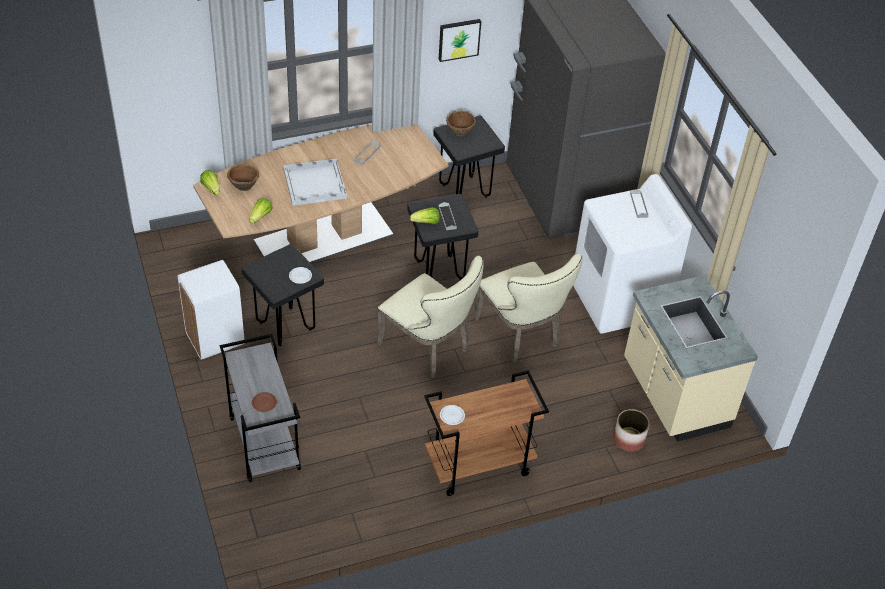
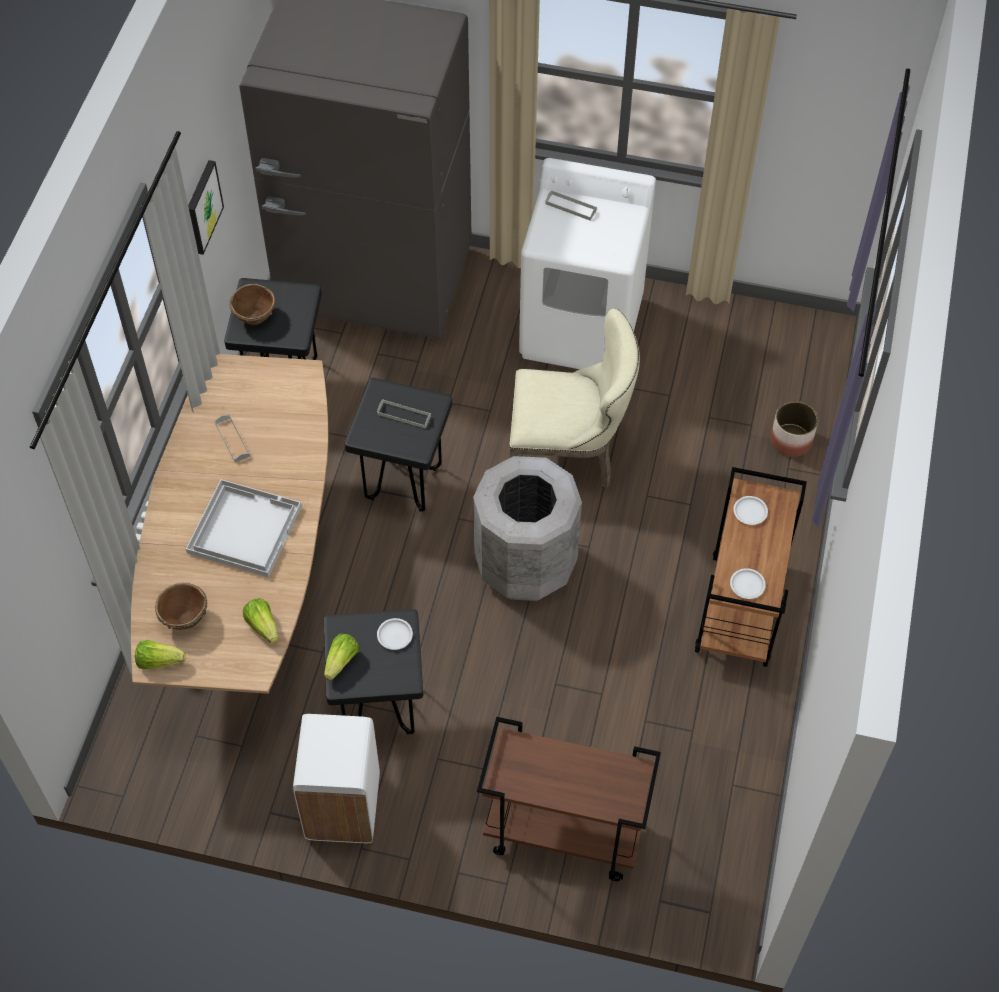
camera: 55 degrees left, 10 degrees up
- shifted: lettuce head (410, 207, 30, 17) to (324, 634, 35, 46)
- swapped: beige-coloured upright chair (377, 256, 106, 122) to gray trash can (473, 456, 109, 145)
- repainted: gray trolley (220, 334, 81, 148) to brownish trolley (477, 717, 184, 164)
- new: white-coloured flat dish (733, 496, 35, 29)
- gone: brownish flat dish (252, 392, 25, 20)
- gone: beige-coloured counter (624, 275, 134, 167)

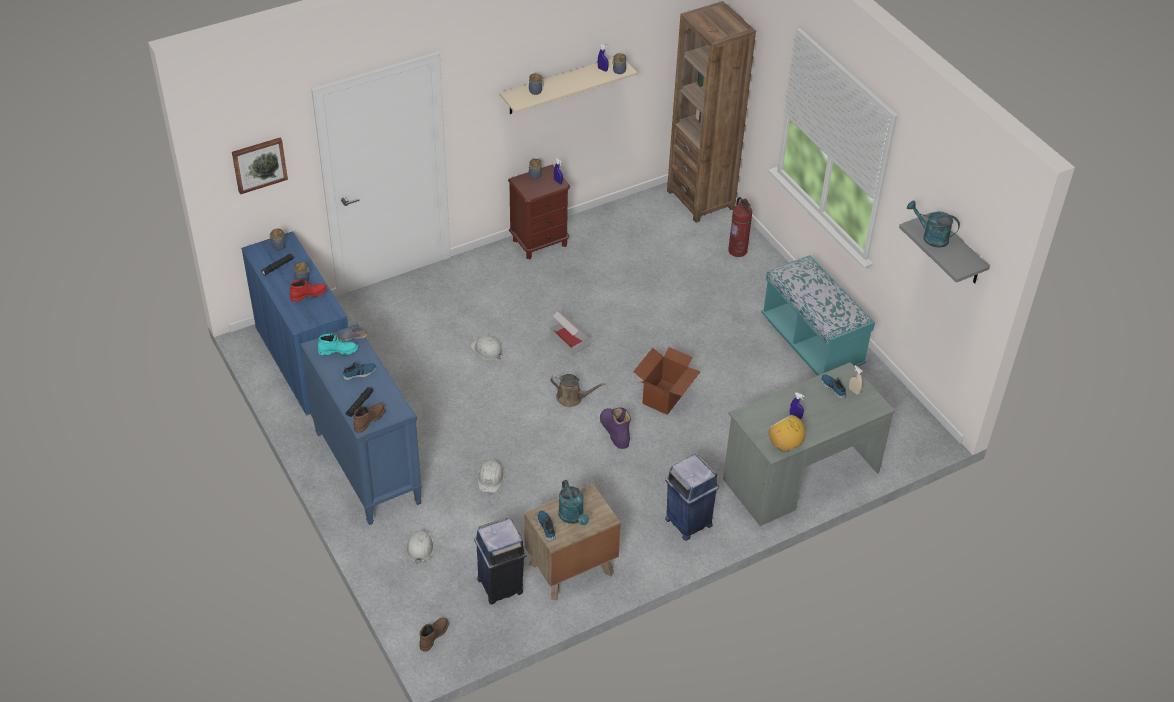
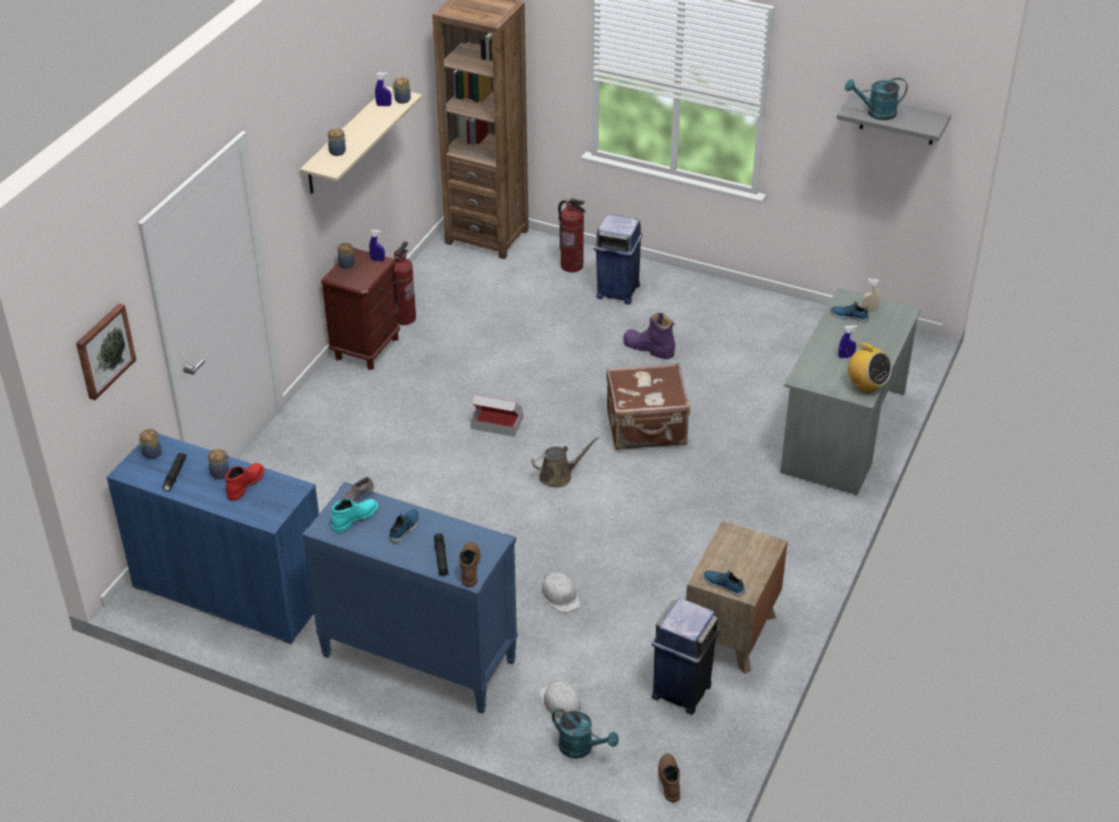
camera: 35 degrees left, 5 degrees down
- new: fire-fighting cylinder (392, 241, 24, 84)
- shifted: blue-green sprinkling can (559, 480, 30, 45) to (552, 708, 67, 51)
- shifted: blue-coloured trash can (665, 454, 54, 87) to (594, 214, 49, 90)
- swapped: carton (633, 347, 68, 68) to brownish piece of luggage (606, 363, 84, 87)
- shifted: purplish high-top boot (600, 408, 31, 41) to (623, 313, 52, 46)
- rotated: radio set (769, 415, 41, 37) = (846, 343, 46, 50) 150 degrees counterclockwise
- gone: white-coloured hard hat (470, 336, 33, 25)
- gone: blue-green indoor bench (761, 255, 114, 121)

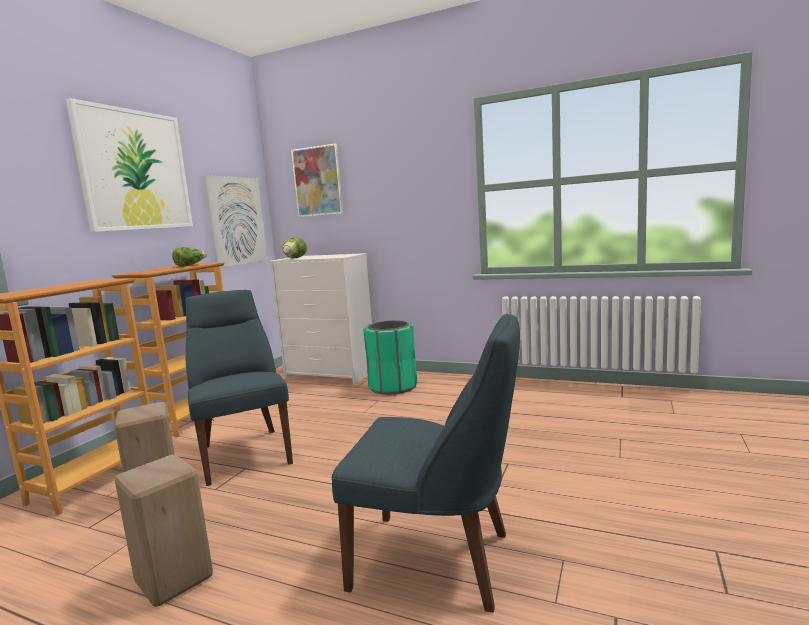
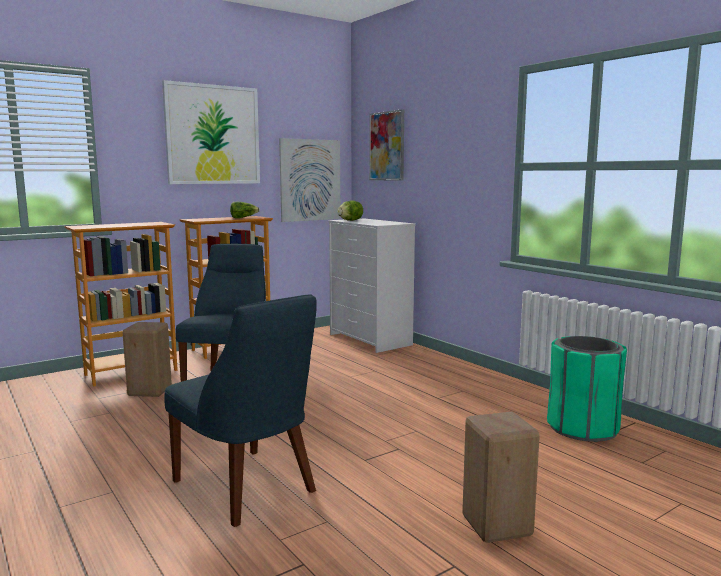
camera: 30 degrees right, 0 degrees up
- shifted: beige-coloured stool (115, 455, 98, 152) to (462, 412, 78, 131)
- shifted: green-coloured trash can (363, 320, 54, 75) to (547, 336, 80, 106)

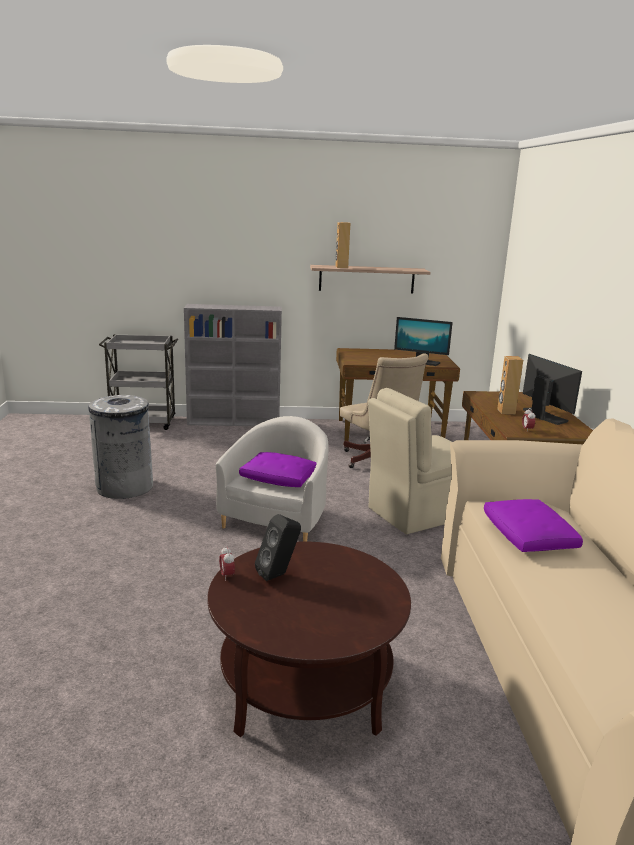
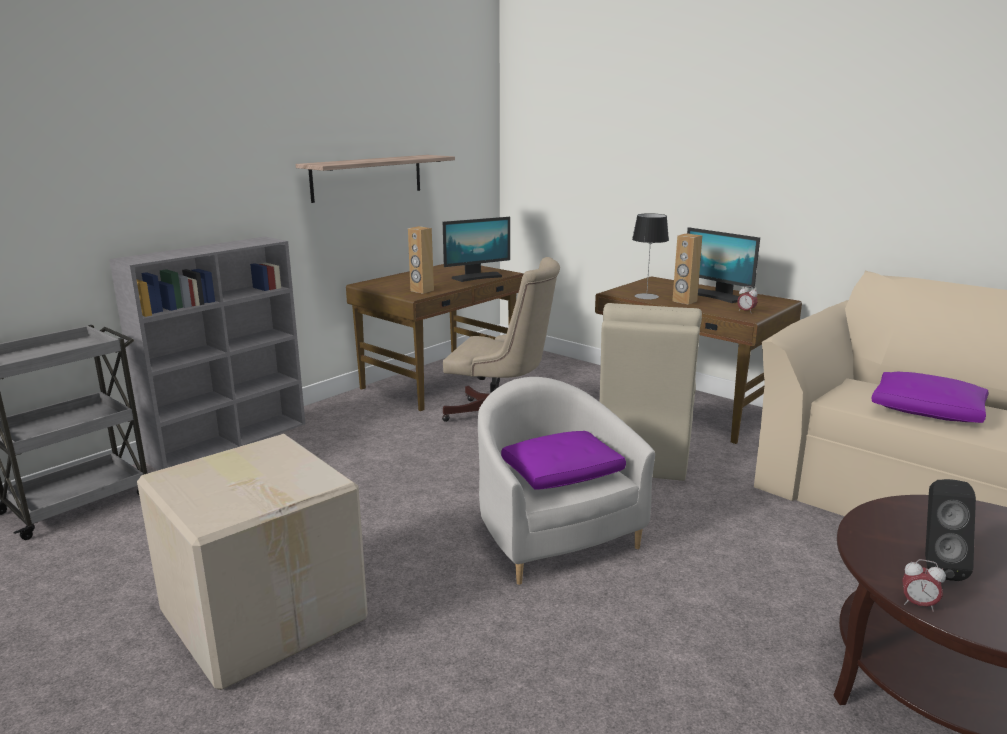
camera: 45 degrees left, 0 degrees up
- swapped: gray trash can (88, 395, 65, 104) to carton (137, 434, 231, 256)
- shifted: brownish audio speaker (335, 222, 15, 46) to (408, 226, 26, 68)
- new: lamp for a table (632, 213, 37, 87)
- rotated: monitor (523, 354, 59, 71) = (687, 227, 73, 76) 150 degrees counterclockwise

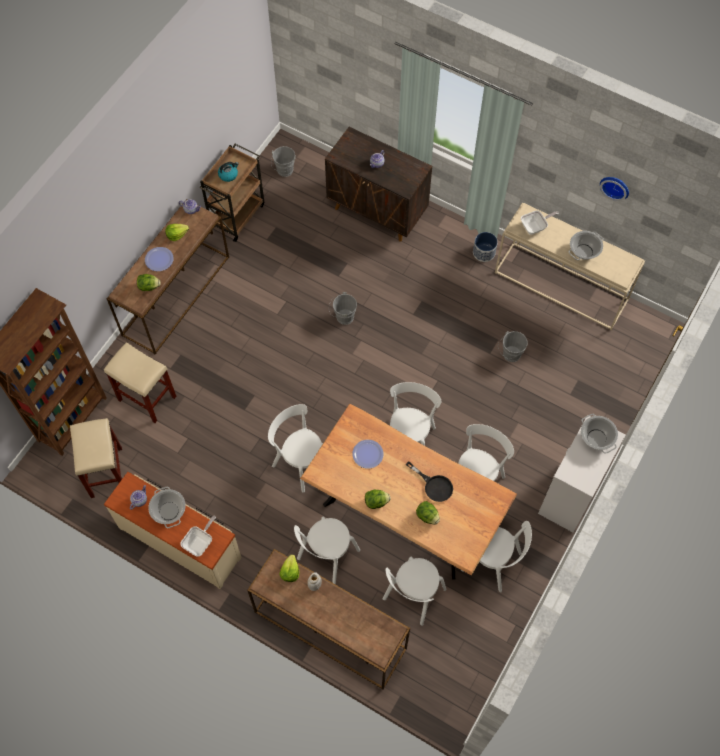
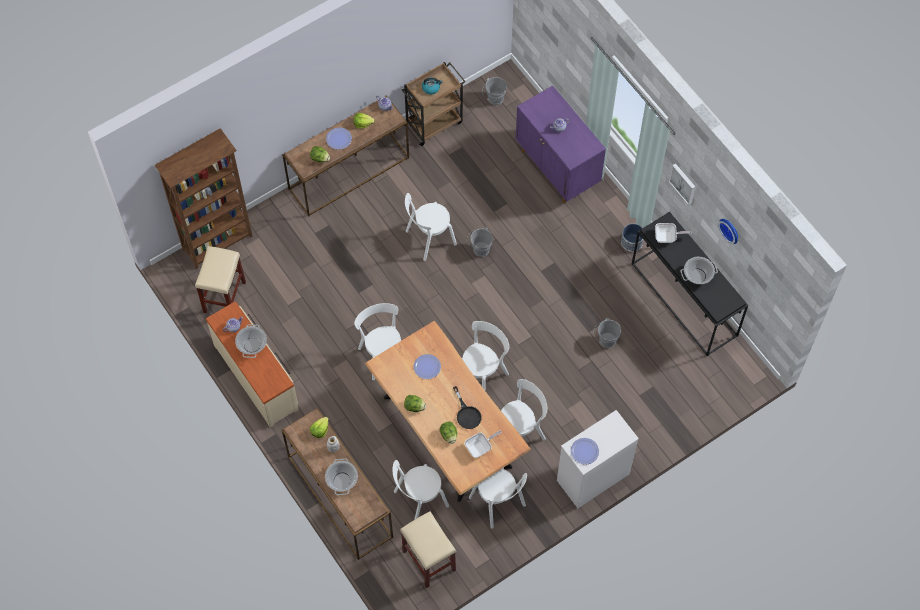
camera: 25 degrees right, 0 degrees up
- shifted: saucepot (581, 414, 37, 40) to (325, 459, 33, 36)
- shifted: beige-coloured stool (104, 342, 72, 81) to (400, 511, 56, 77)
- shifted: white-coloured upright chair (294, 517, 66, 67) to (405, 193, 52, 68)
- shifted: frying pan (181, 516, 35, 41) to (464, 431, 38, 27)
- repainted: brownish storage cabinet (325, 127, 107, 115) to purplish storage cabinet (515, 85, 91, 118)
- new: flat dish (571, 438, 28, 27)
- repainted: beige-coloured hall table (495, 203, 150, 127) to black-coloured hall table (632, 212, 116, 144)
- new: wall picture (669, 163, 27, 42)

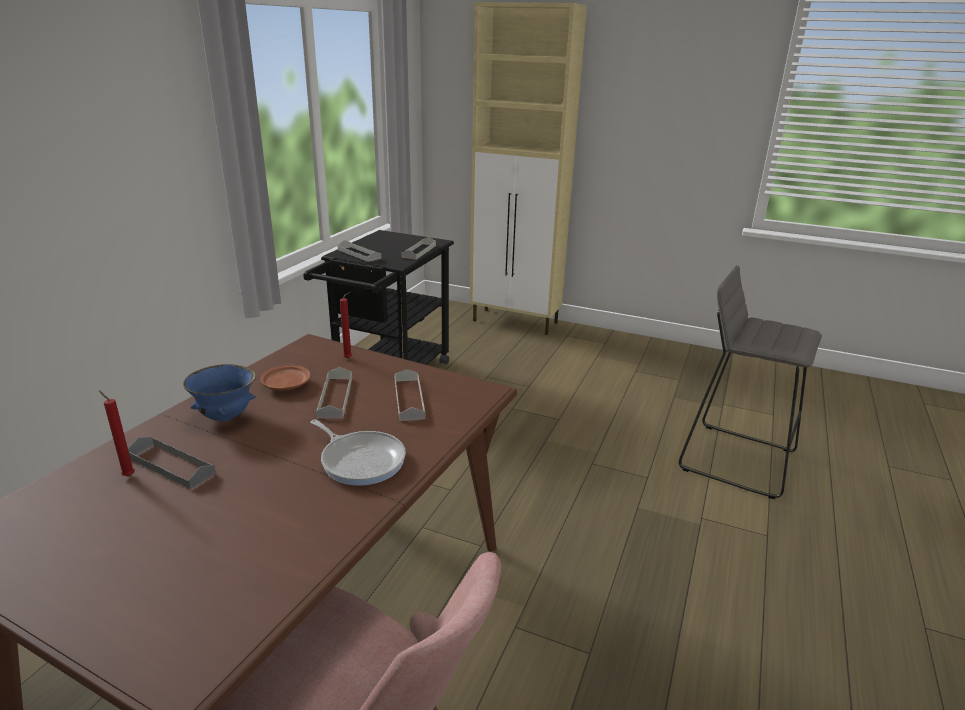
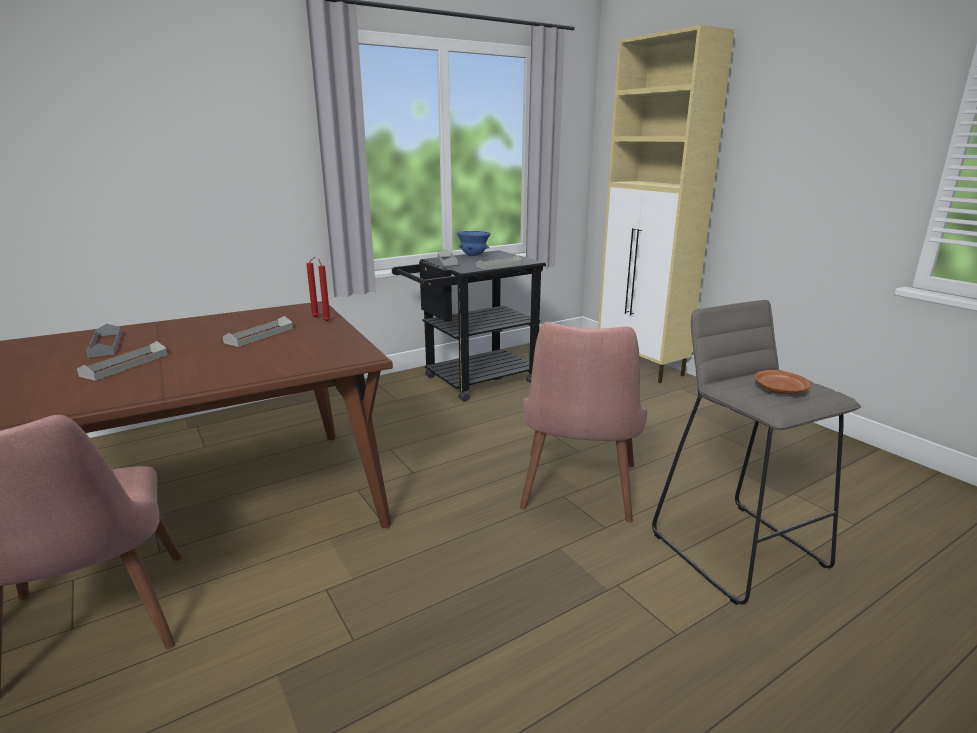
camera: 35 degrees right, 5 degrees down
- shifted: gray serving tray (394, 369, 32, 52) to (77, 341, 91, 40)
- shifted: red wax light (99, 390, 36, 87) to (318, 259, 13, 63)
- shifted: blue-coloured deep dish (183, 364, 73, 58) to (457, 231, 34, 25)
- new: pink-coloured upright chair (520, 322, 127, 200)
- shifted: brownish flat dish (260, 365, 51, 26) to (754, 370, 57, 24)
- gone: frying pan (311, 419, 95, 67)

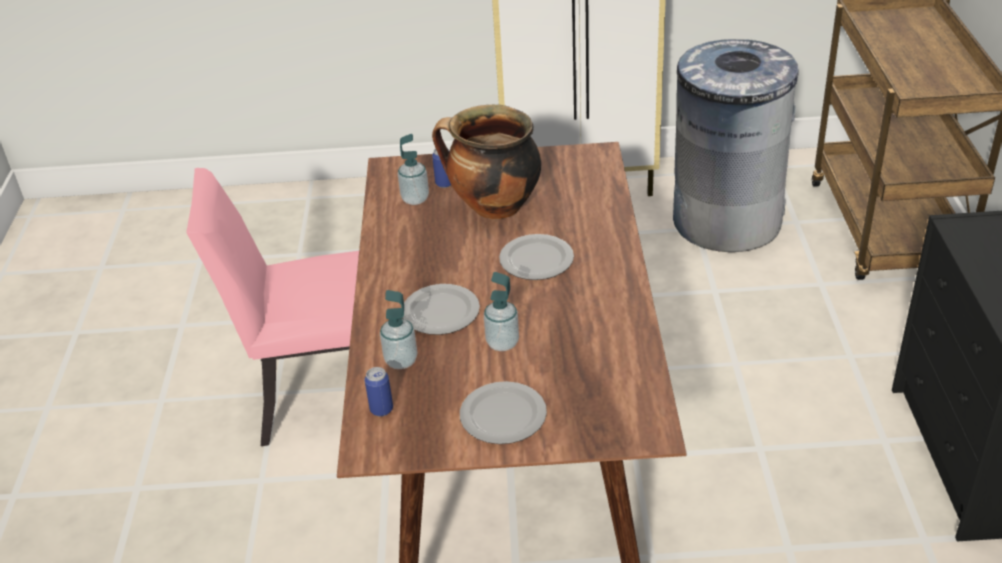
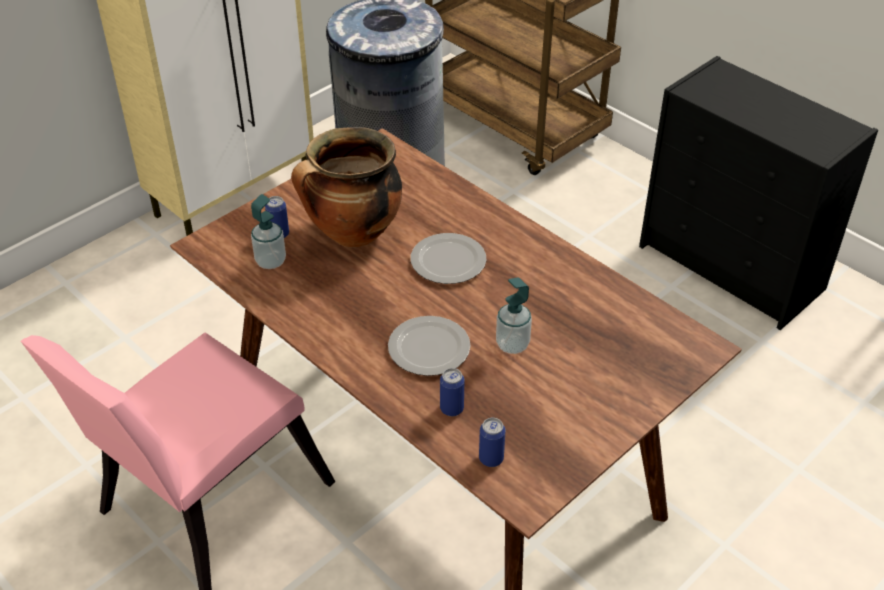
camera: 45 degrees left, 5 degrees up
- swapped: soap bottle (380, 290, 37, 79) to metal can (440, 368, 25, 48)
- gone: flat dish (460, 381, 87, 63)

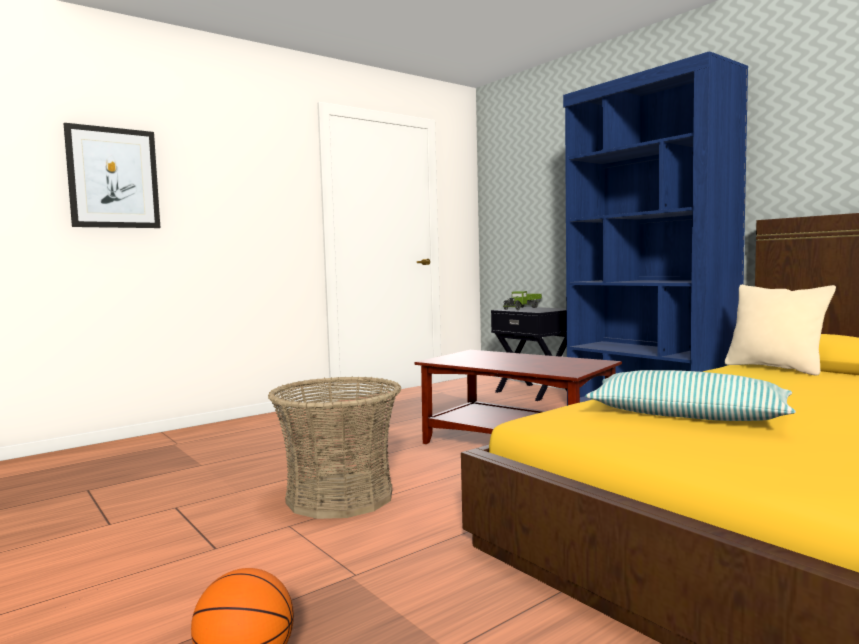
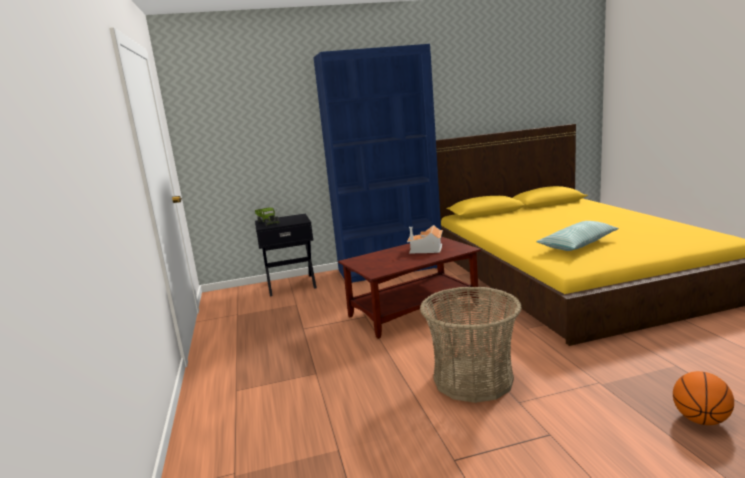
camera: 65 degrees left, 10 degrees up
- new: toy house (407, 225, 36, 28)
- gone: wall picture (64, 123, 96, 105)
- gone: beige-coloured cushion (725, 285, 111, 91)

